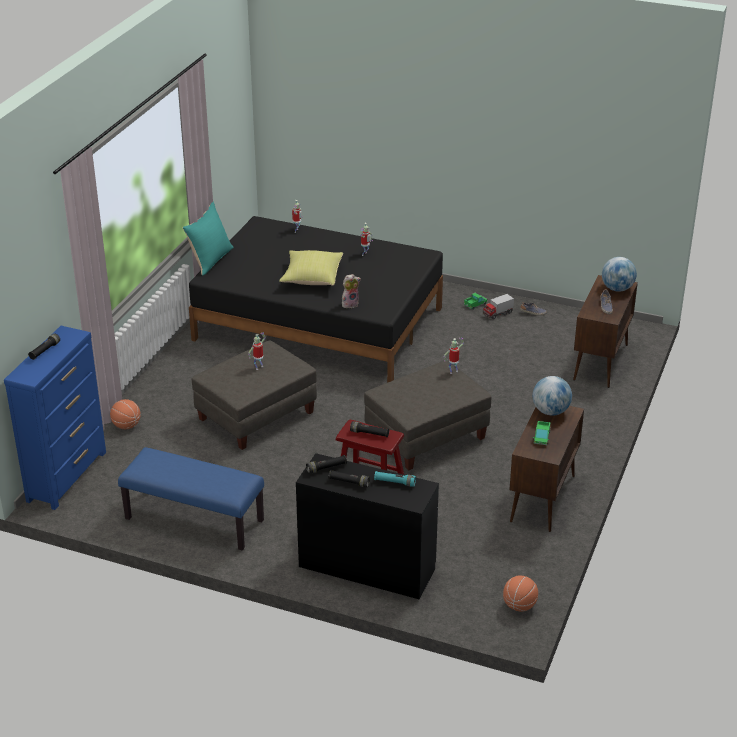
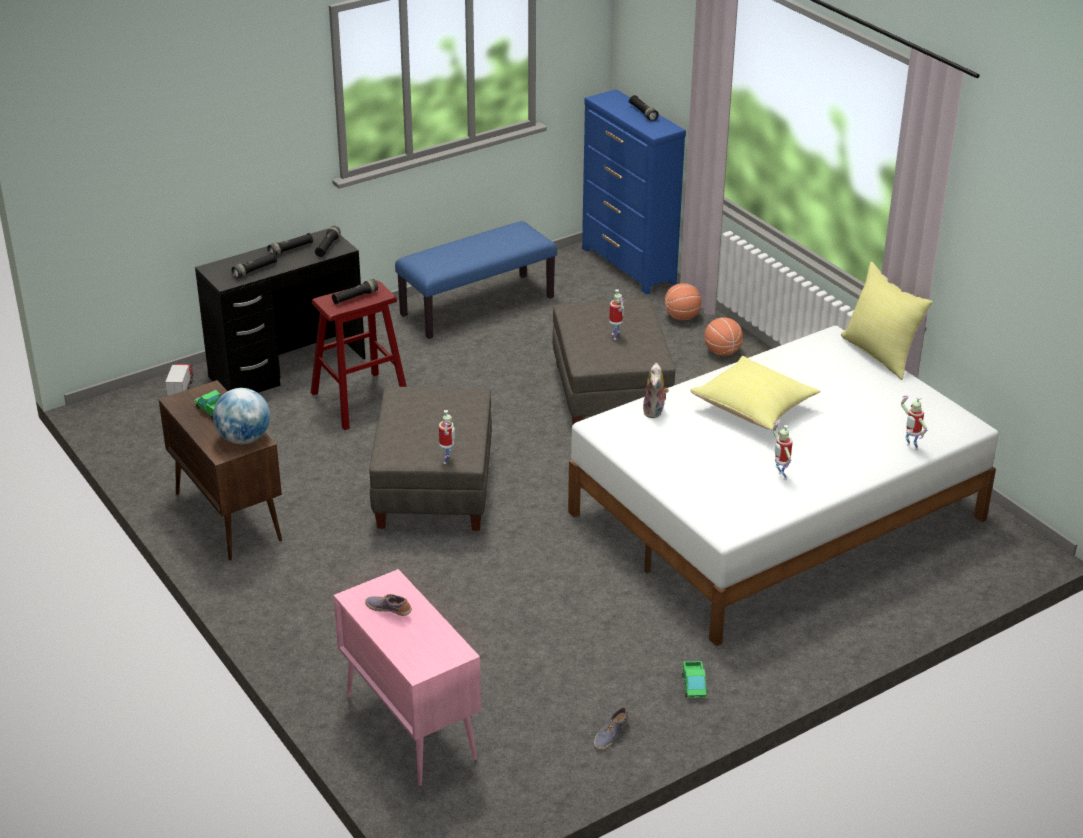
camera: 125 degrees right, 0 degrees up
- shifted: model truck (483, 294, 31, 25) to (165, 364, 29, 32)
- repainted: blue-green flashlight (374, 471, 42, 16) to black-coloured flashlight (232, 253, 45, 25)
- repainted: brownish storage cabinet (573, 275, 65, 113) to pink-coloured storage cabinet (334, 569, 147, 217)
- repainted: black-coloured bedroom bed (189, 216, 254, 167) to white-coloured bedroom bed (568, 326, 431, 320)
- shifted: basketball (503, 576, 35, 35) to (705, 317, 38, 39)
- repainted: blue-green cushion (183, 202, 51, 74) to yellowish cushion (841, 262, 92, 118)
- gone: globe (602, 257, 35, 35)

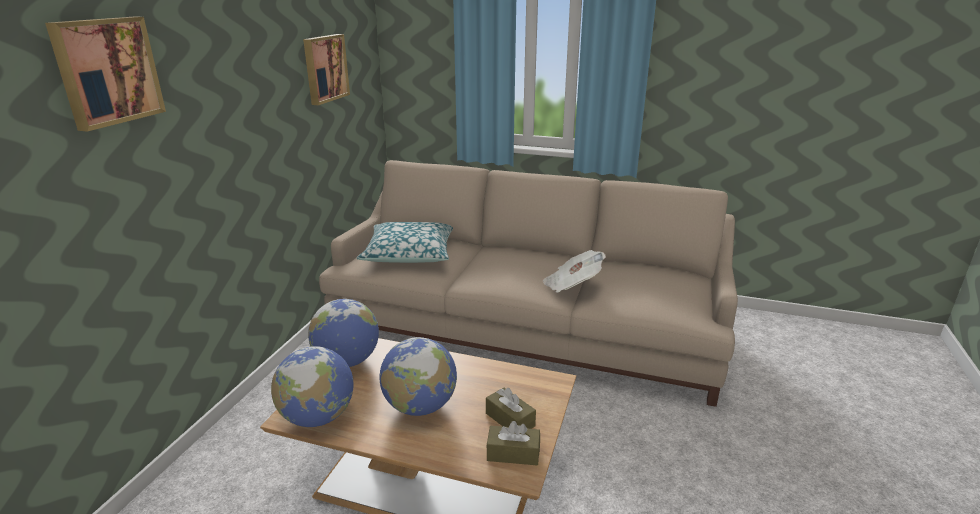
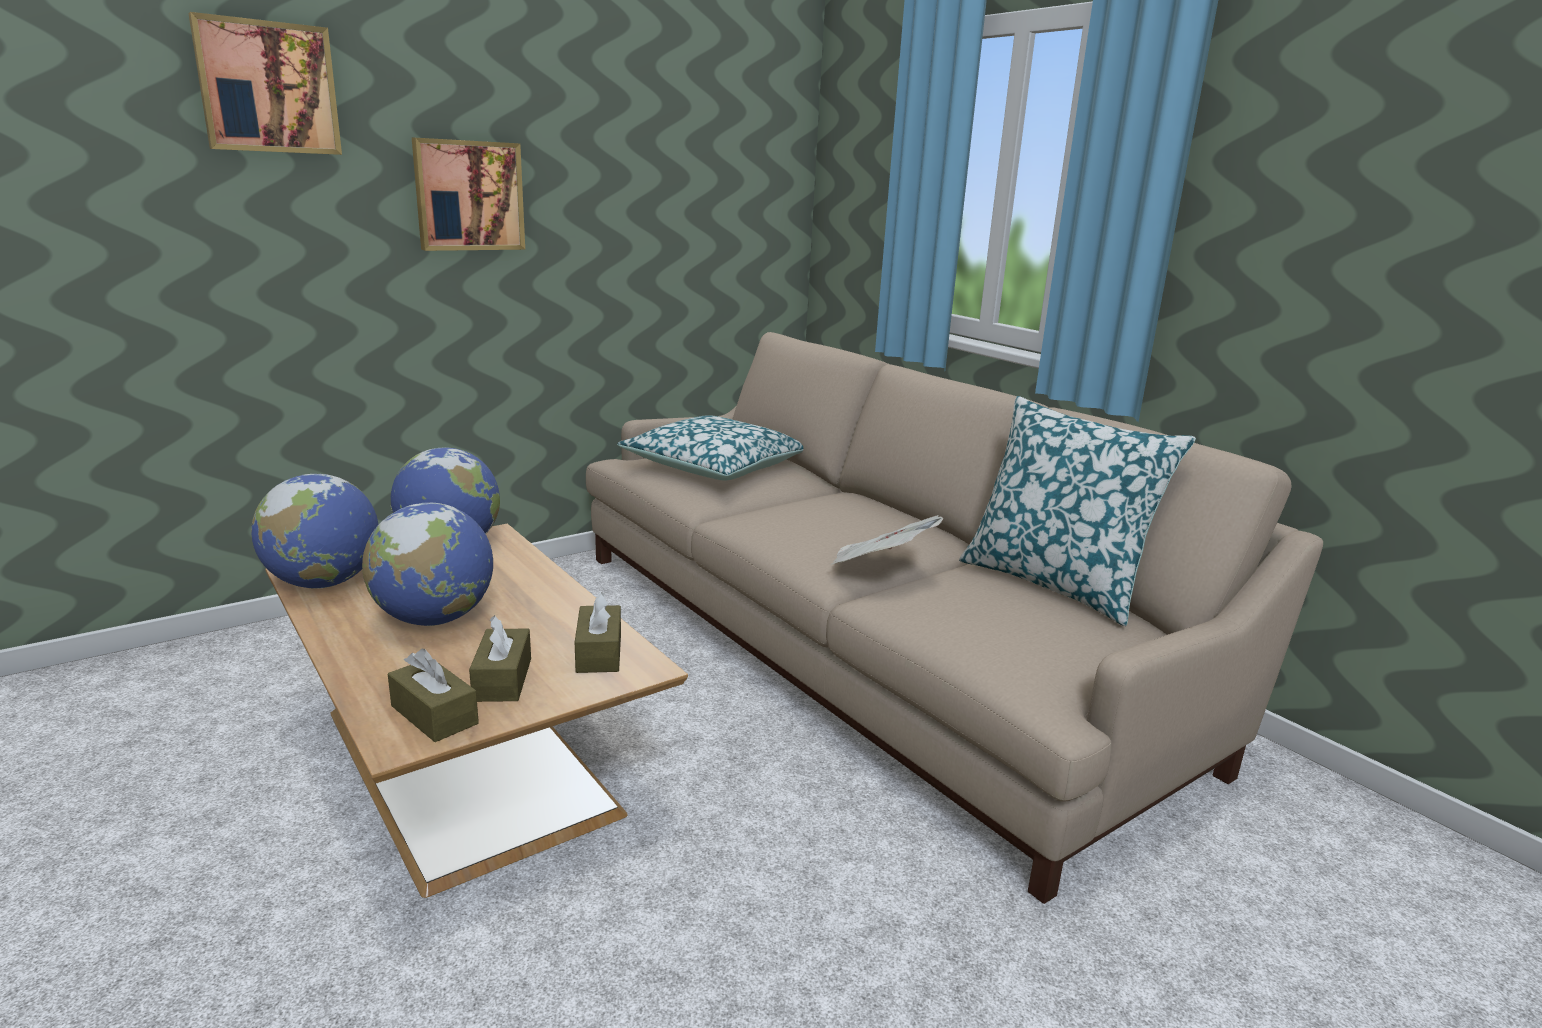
camera: 35 degrees right, 5 degrees down
- shifted: wall picture (303, 34, 47, 71) to (412, 138, 113, 113)
- new: brownish tissue box (575, 592, 46, 81)
- new: cushion (959, 396, 237, 230)

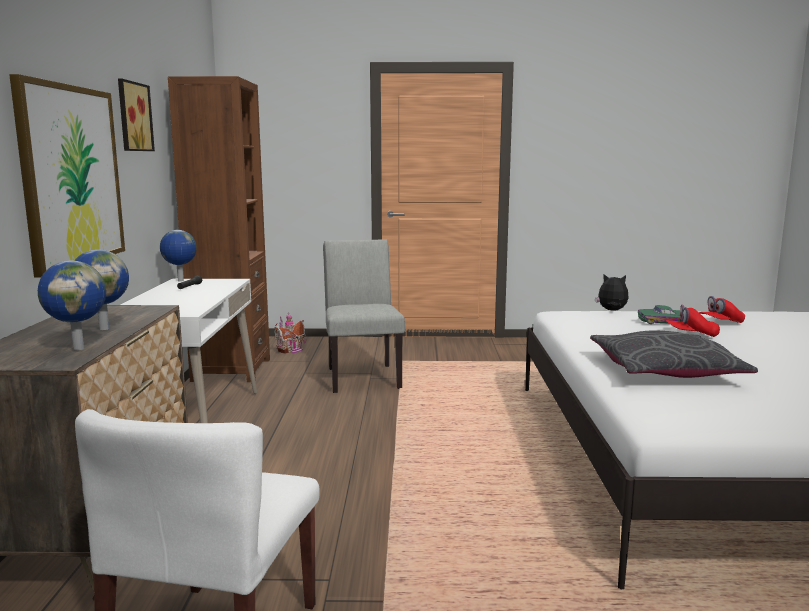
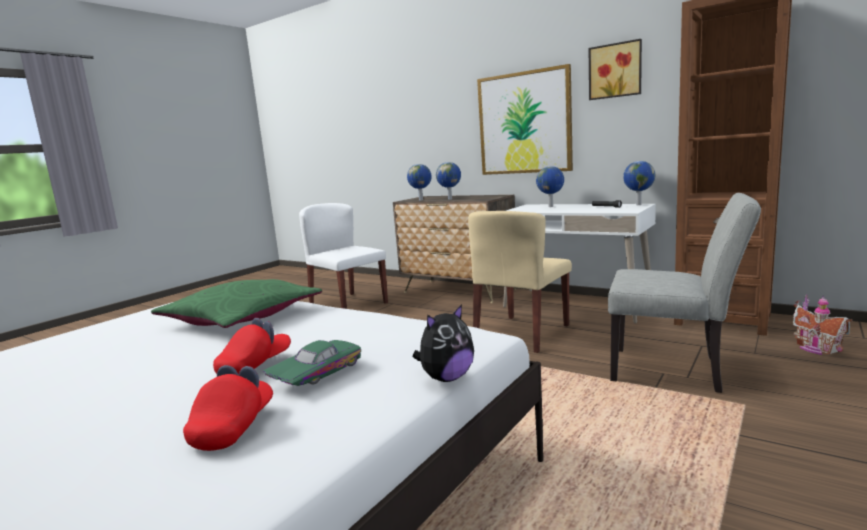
camera: 125 degrees right, 0 degrees up
- repainted: gray cushion (590, 330, 168, 48) to green-coloured cushion (151, 279, 171, 49)
- new: beige-coloured upright chair (468, 211, 104, 142)
- new: globe (536, 166, 28, 41)

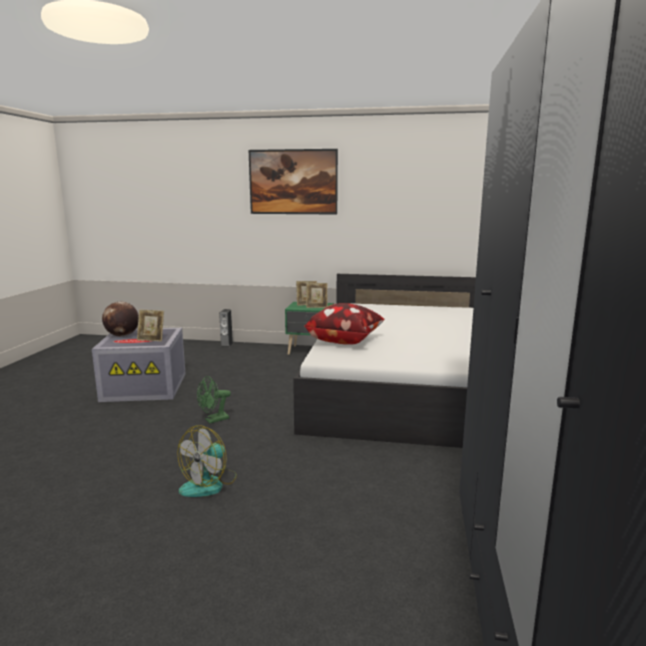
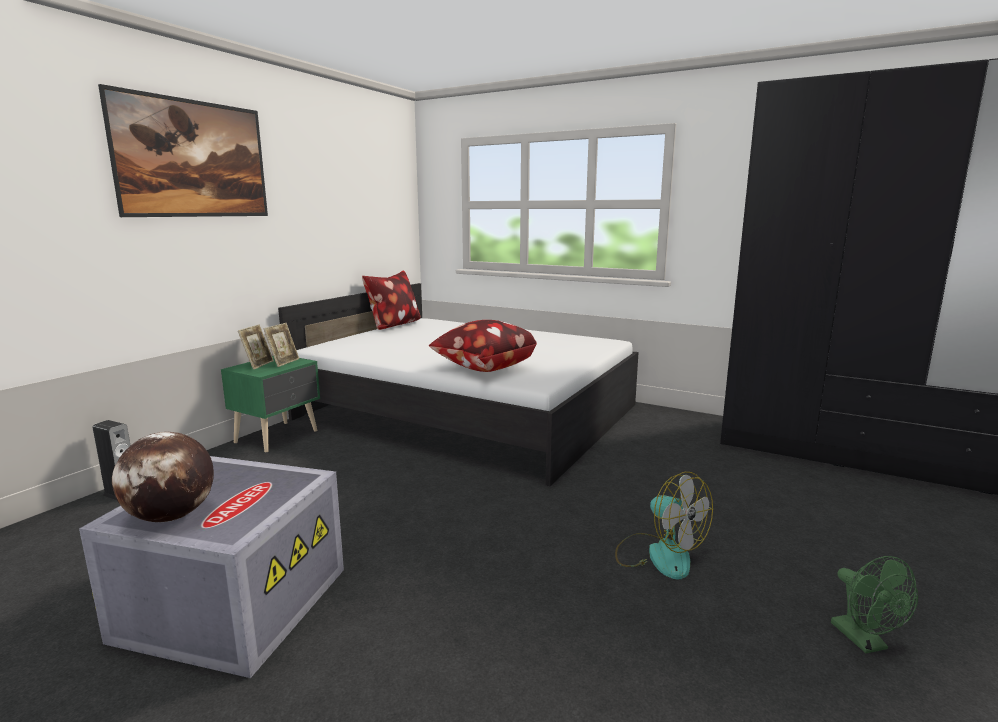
camera: 70 degrees left, 0 degrees up
- new: cushion (362, 270, 59, 60)
- shifted: green-coloured fan (197, 376, 34, 48) to (831, 556, 87, 97)
- gone: picture frame (137, 309, 27, 32)

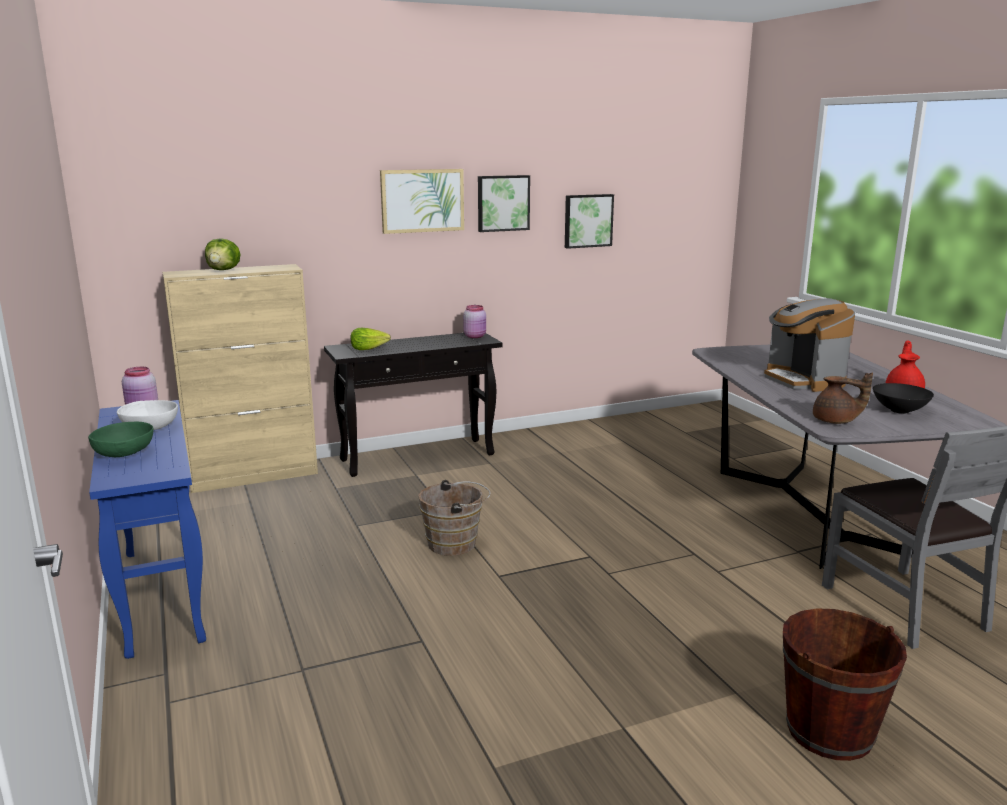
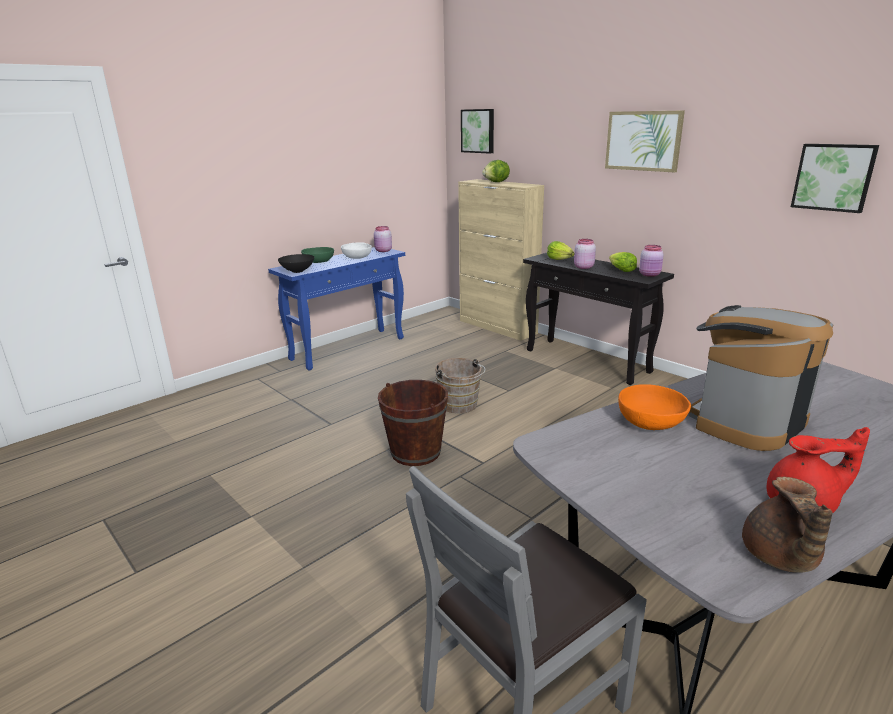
camera: 70 degrees right, 5 degrees up
- shifted: black-coloured deep dish (873, 383, 61, 31) to (278, 254, 36, 19)
- shifted: brownish pail (783, 608, 124, 153) to (378, 380, 70, 86)
- shifted: wall picture (478, 175, 52, 57) to (461, 109, 33, 45)
- new: pink-coloured jar (574, 239, 22, 30)
- new: lettuce head (609, 252, 28, 20)
- new: orangey deep dish (618, 384, 73, 46)
- shifted: brownish teapot (813, 372, 60, 52) to (742, 477, 91, 96)

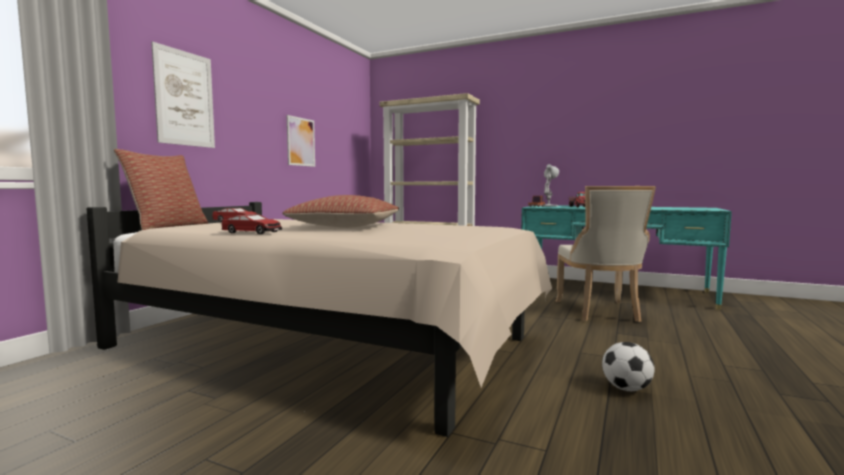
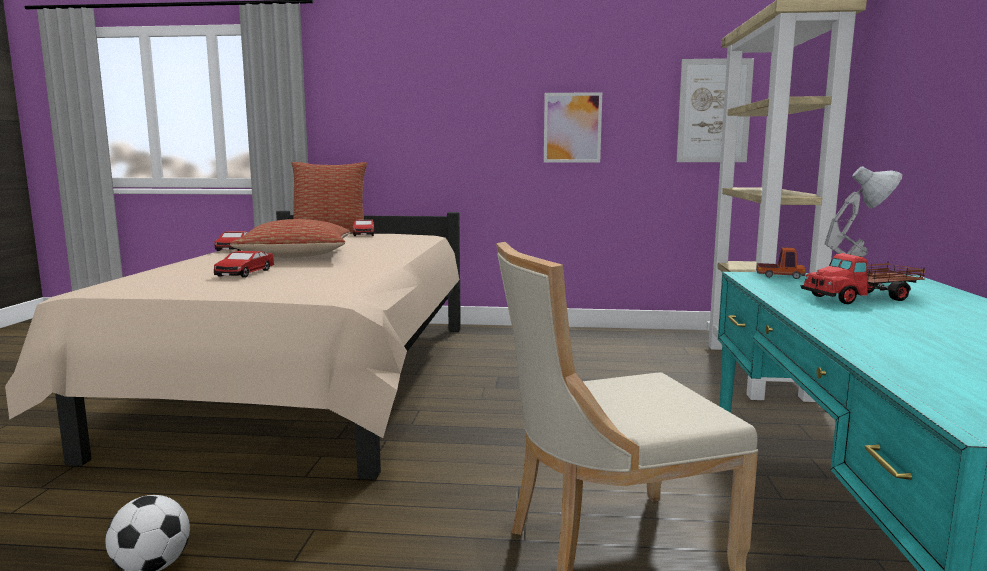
camera: 70 degrees right, 5 degrees up
- new: model car (214, 251, 60, 27)
- shifted: wall picture (151, 41, 64, 107) to (676, 58, 78, 104)

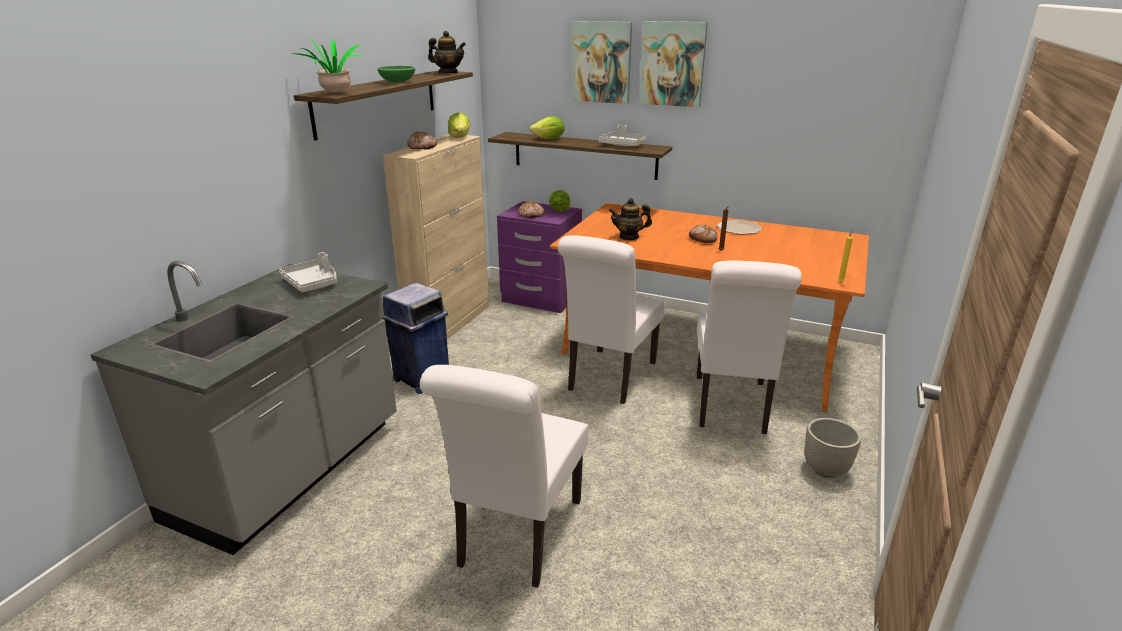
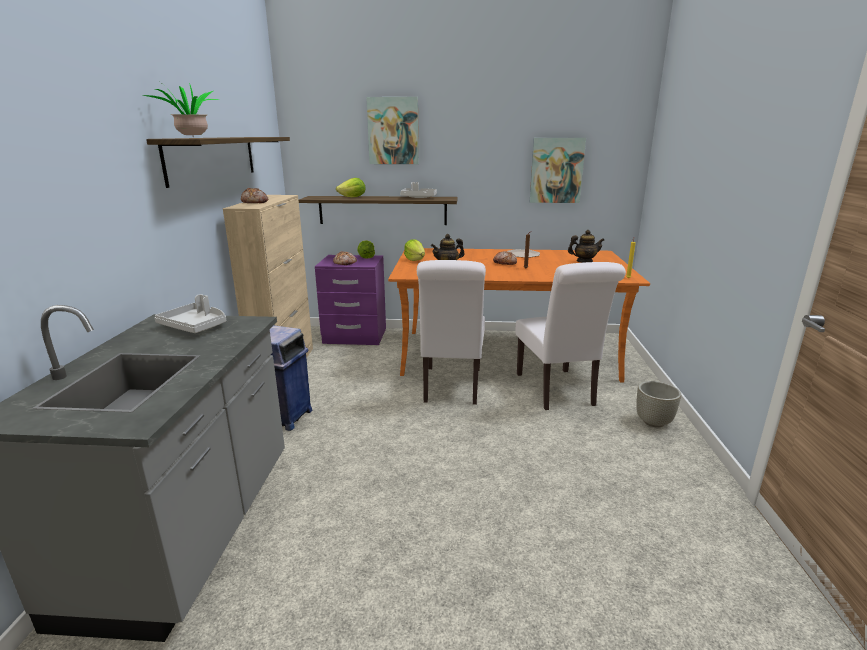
camera: 20 degrees left, 5 degrees down
- shifted: lettuce head (448, 113, 22, 25) to (404, 240, 21, 21)
- shifted: wall picture (639, 21, 69, 87) to (530, 138, 56, 65)
- shifted: teapot (428, 31, 38, 42) to (568, 230, 36, 33)
- gone: green-coloured deep dish (377, 66, 38, 17)
- gone: white-coloured upright chair (420, 365, 169, 223)

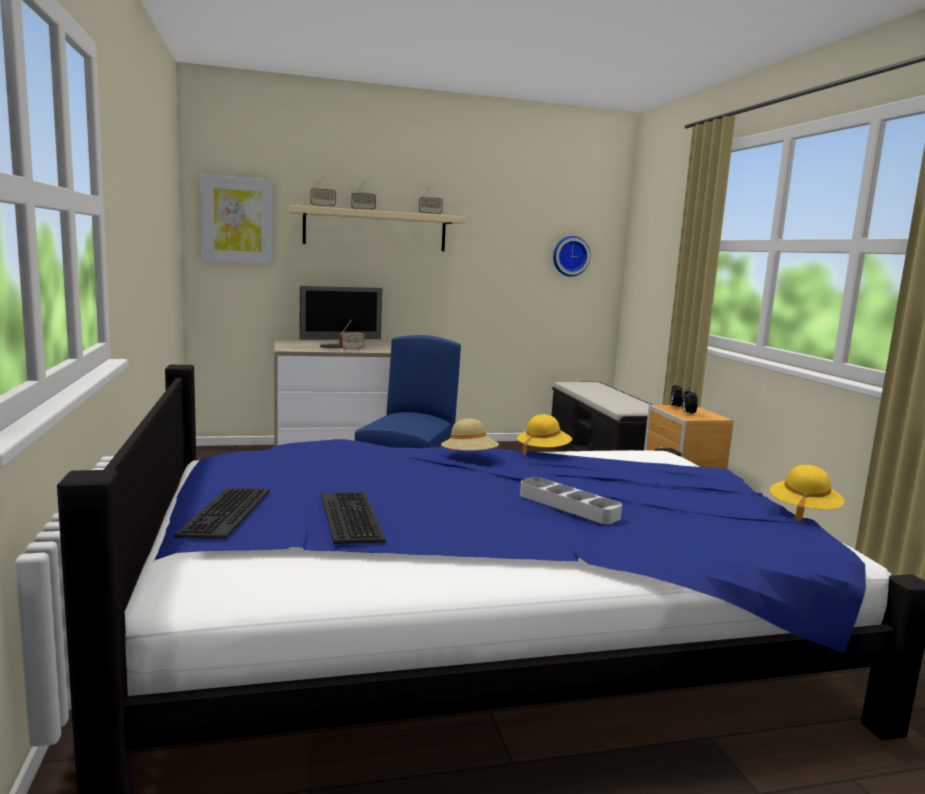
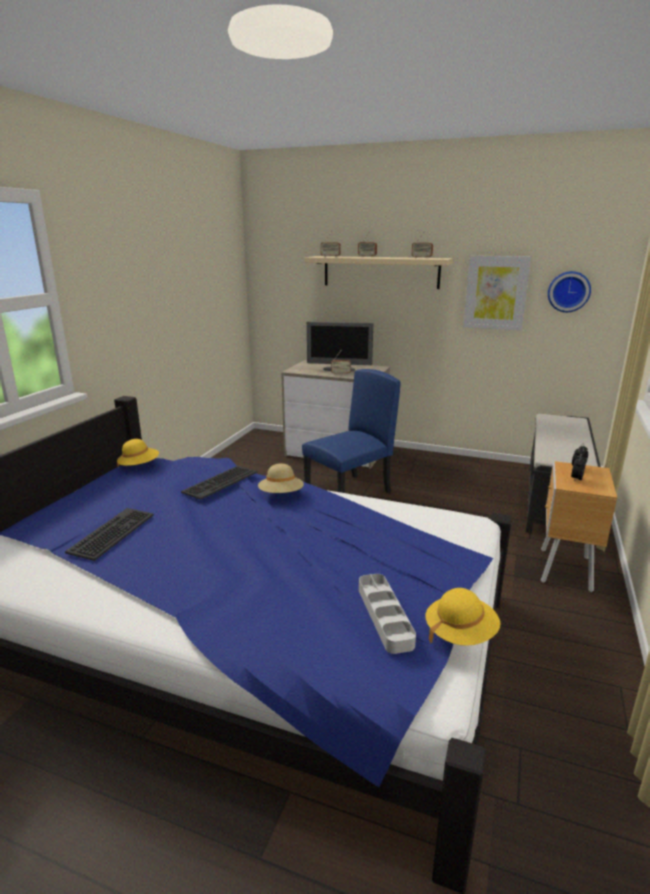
camera: 35 degrees right, 10 degrees up
- shifted: yellowish clothing hat (517, 414, 55, 42) to (117, 439, 42, 28)
- shifted: PC keyboard (174, 488, 96, 51) to (181, 466, 76, 34)
- shifted: gray serving tray (520, 477, 102, 47) to (359, 574, 57, 80)
- shifted: wall picture (201, 175, 72, 90) to (463, 256, 68, 75)

